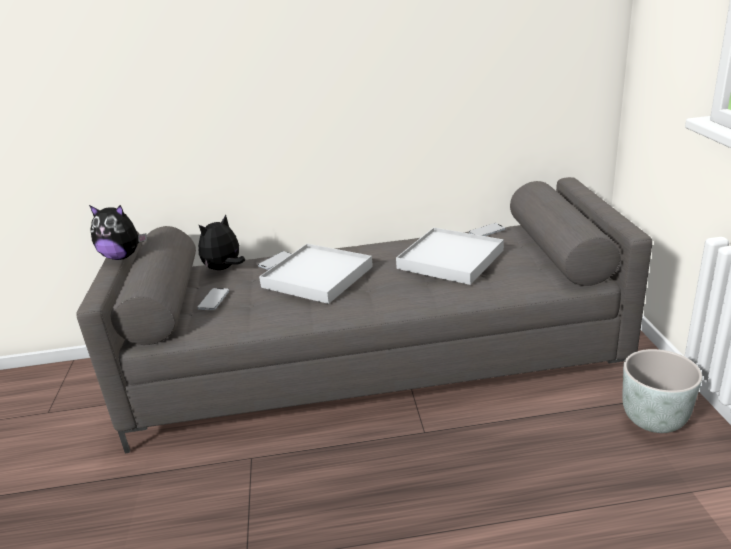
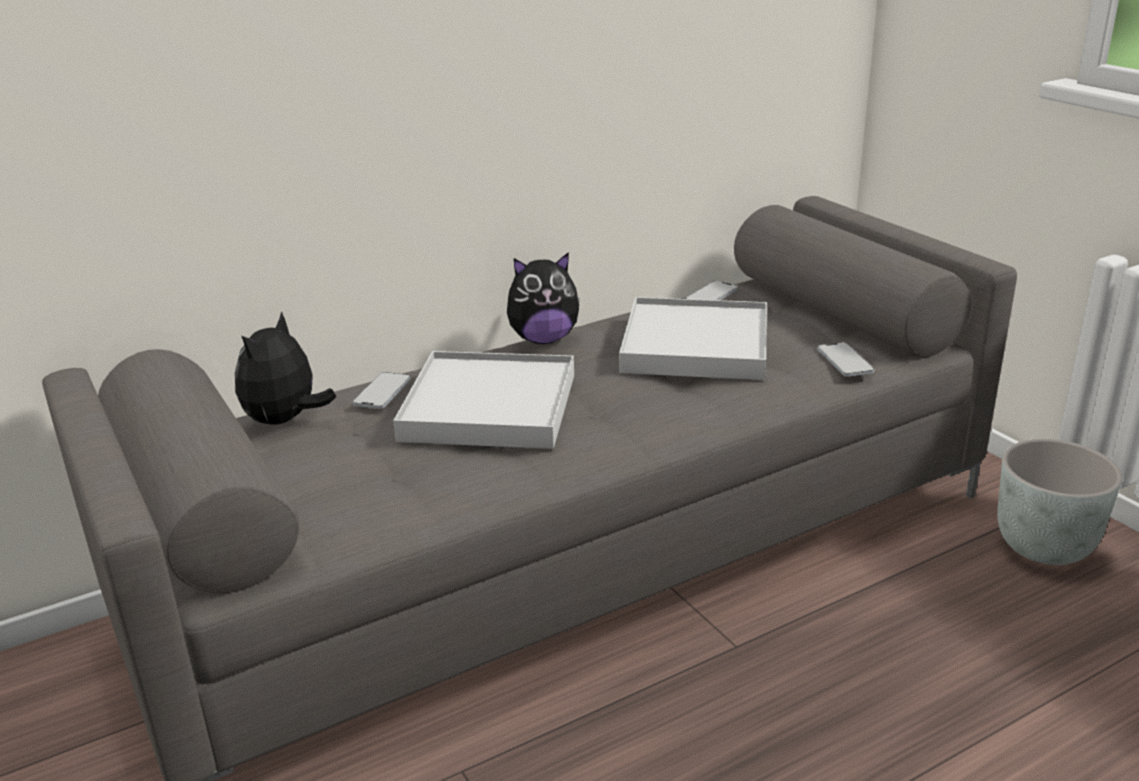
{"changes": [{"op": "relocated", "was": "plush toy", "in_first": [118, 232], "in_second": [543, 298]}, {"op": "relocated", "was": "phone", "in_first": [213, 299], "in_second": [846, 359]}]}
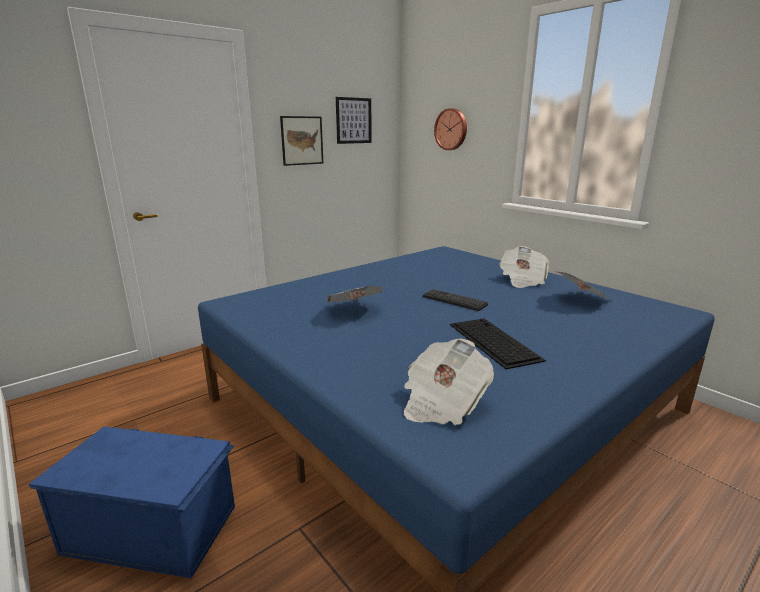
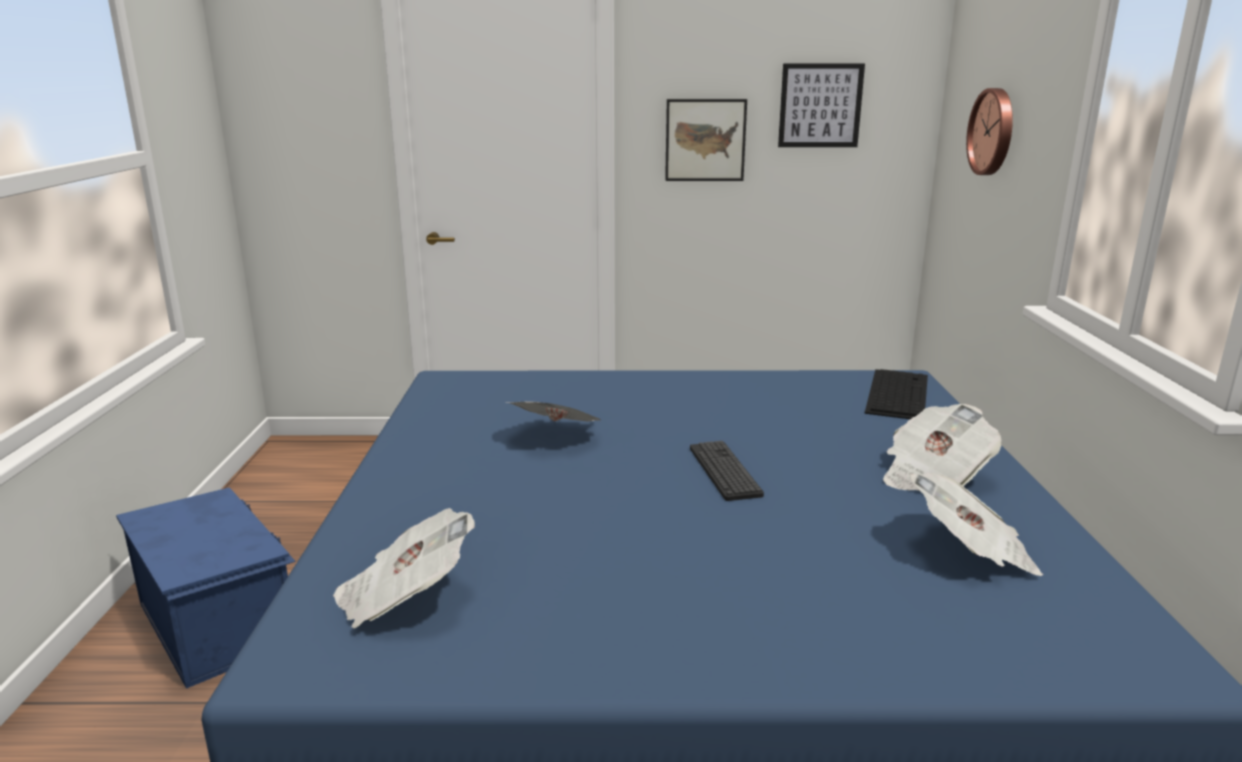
{"changes": [{"op": "relocated", "was": "keyboard", "in_first": [498, 344], "in_second": [896, 394]}]}
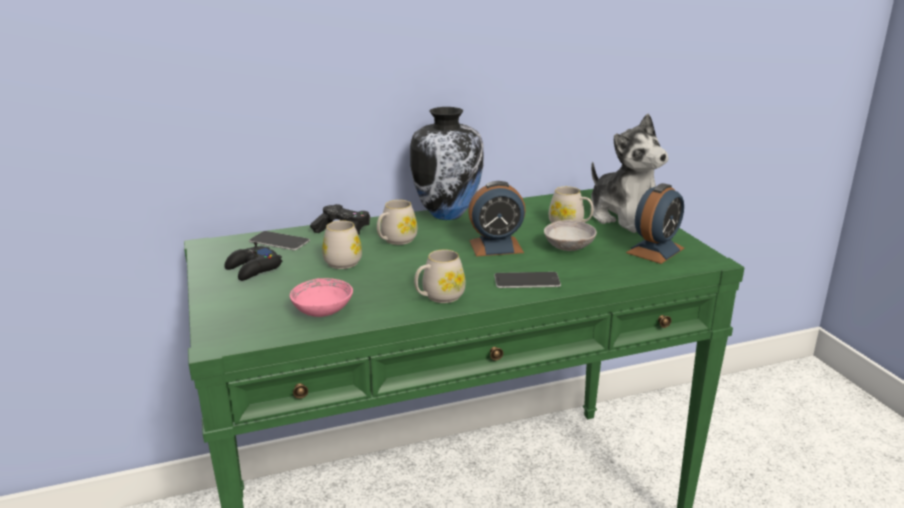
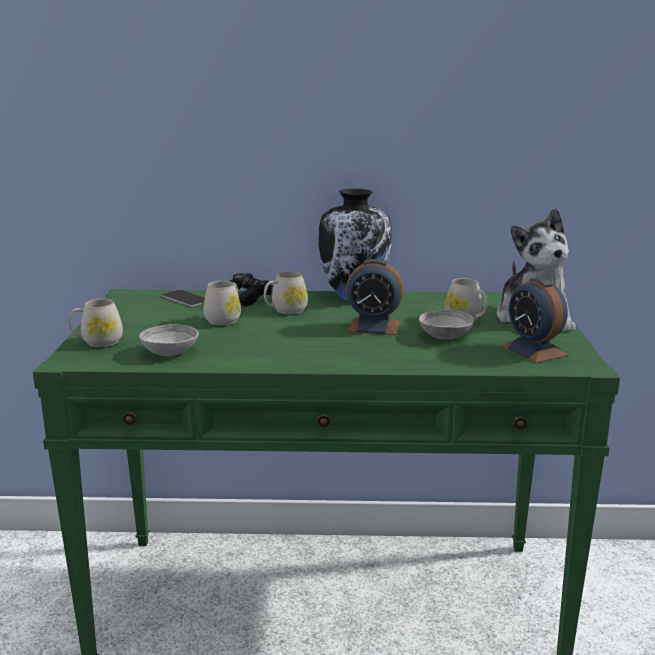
{"changes": [{"op": "spun", "was": "alarm clock", "in_first": [655, 223], "in_second": [534, 320], "clockwise": 90}, {"op": "missing", "was": "black game controller", "in_first": [253, 261]}, {"op": "relocated", "was": "white mug", "in_first": [439, 276], "in_second": [95, 323]}, {"op": "missing", "was": "phone", "in_first": [527, 280]}, {"op": "colour", "was": "pink bowl", "now": "grey bowl", "in_first": [321, 297], "in_second": [169, 340]}]}
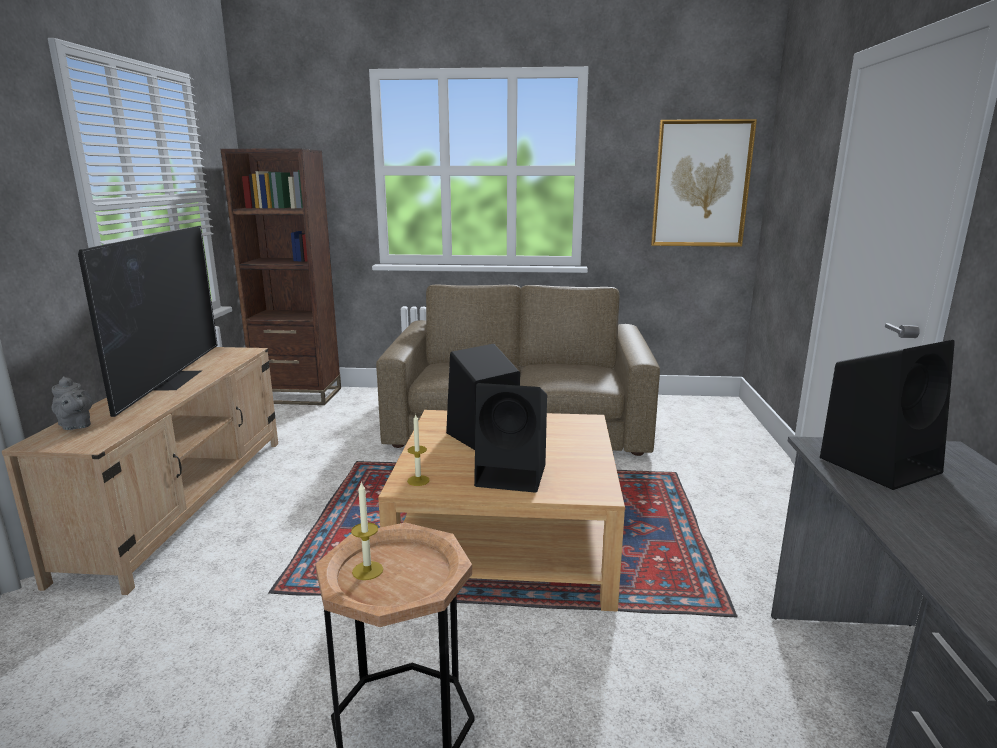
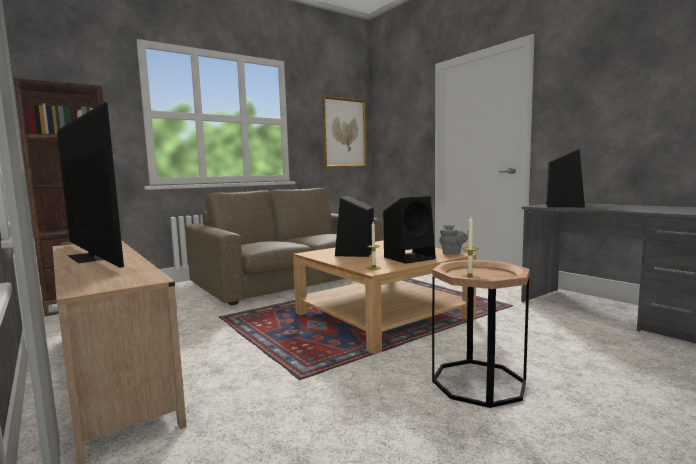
{"changes": [{"op": "relocated", "was": "grey teapot", "in_first": [72, 403], "in_second": [453, 239]}]}
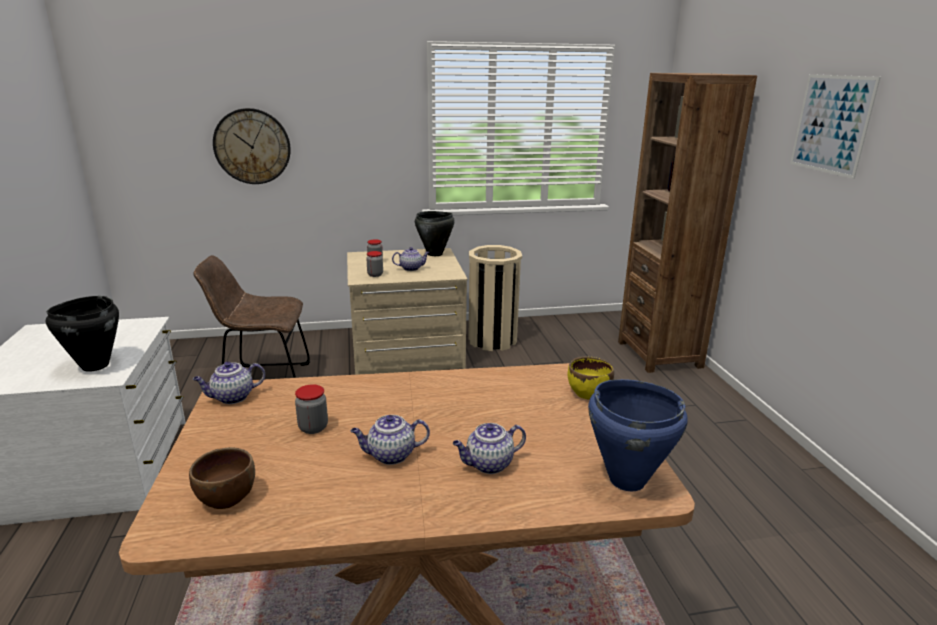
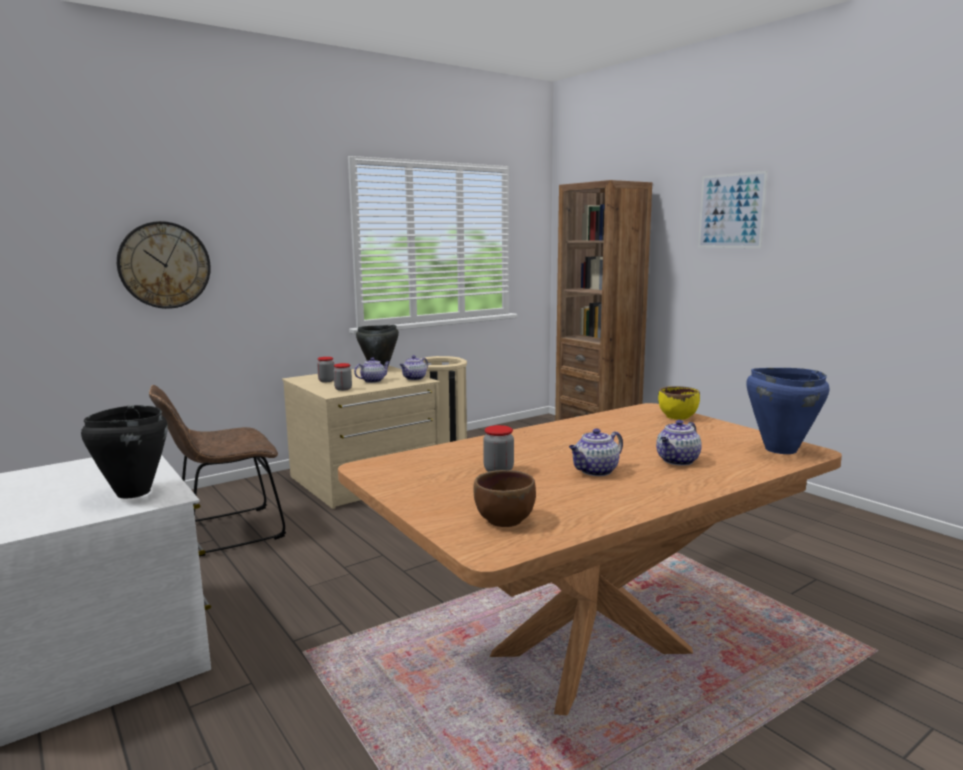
{"changes": [{"op": "relocated", "was": "teapot", "in_first": [229, 383], "in_second": [414, 367]}]}
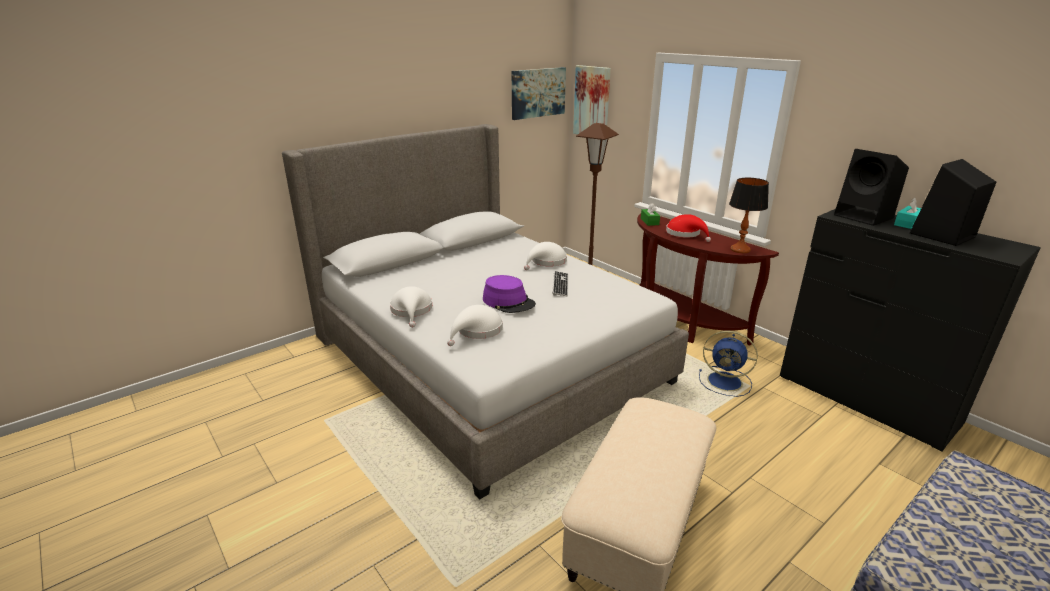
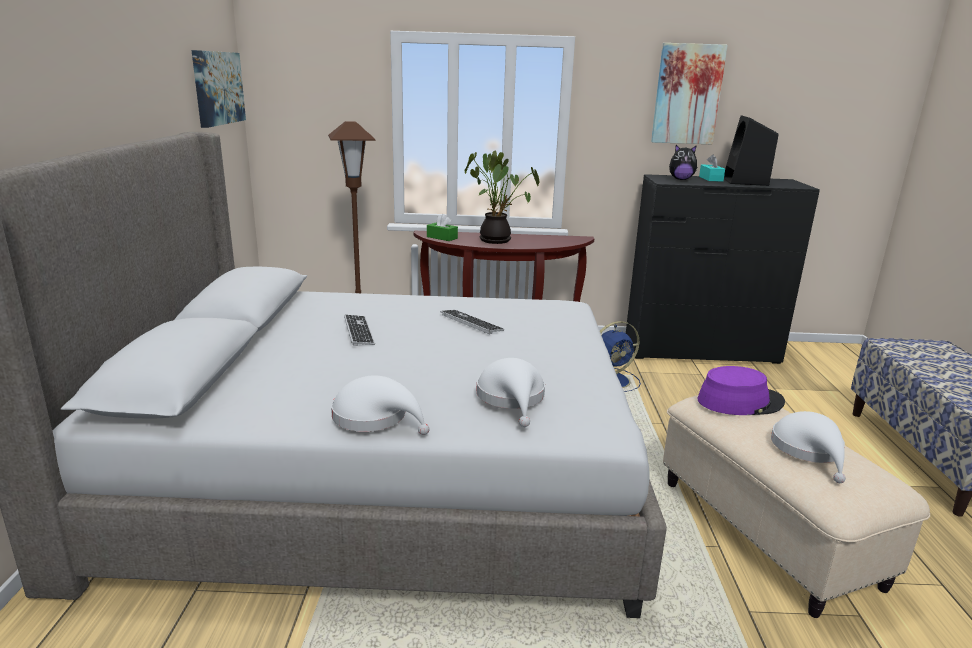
{"changes": [{"op": "relocated", "was": "picture", "in_first": [592, 99], "in_second": [689, 93]}, {"op": "exchanged", "was": "black speaker", "now": "plush toy", "in_first": [871, 187], "in_second": [683, 162]}, {"op": "missing", "was": "table lamp", "in_first": [749, 215]}, {"op": "exchanged", "was": "red hat", "now": "potted plant", "in_first": [688, 228], "in_second": [501, 197]}, {"op": "relocated", "was": "white hat", "in_first": [545, 256], "in_second": [808, 447]}, {"op": "relocated", "was": "purple hat", "in_first": [509, 294], "in_second": [741, 390]}, {"op": "appeared", "now": "keyboard", "in_second": [359, 330]}]}
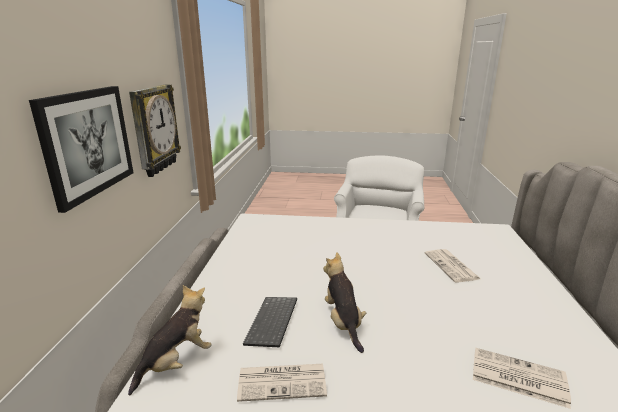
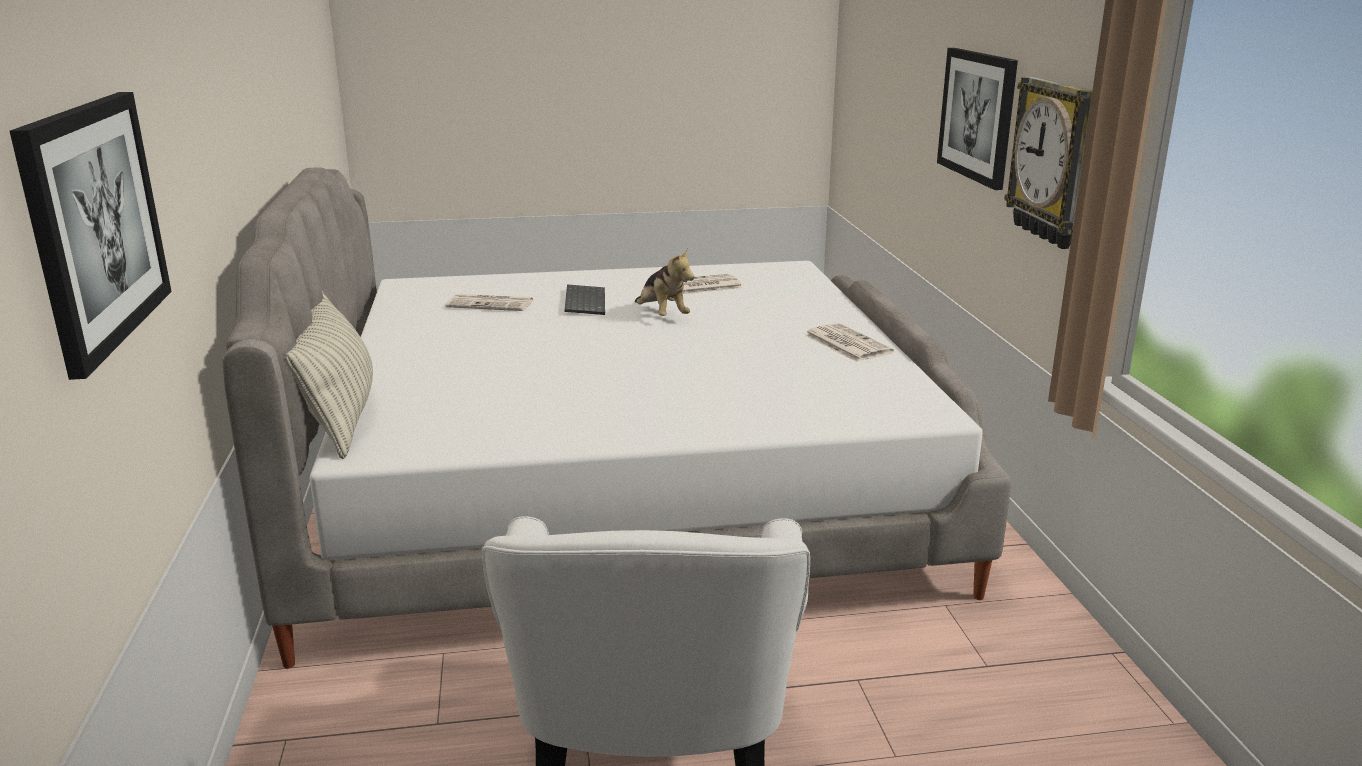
{"changes": [{"op": "relocated", "was": "newspaper", "in_first": [453, 265], "in_second": [849, 342]}, {"op": "missing", "was": "plush toy", "in_first": [169, 340]}, {"op": "relocated", "was": "keyboard", "in_first": [270, 322], "in_second": [584, 299]}, {"op": "appeared", "now": "picture", "in_second": [91, 236]}, {"op": "appeared", "now": "pillow", "in_second": [329, 375]}]}
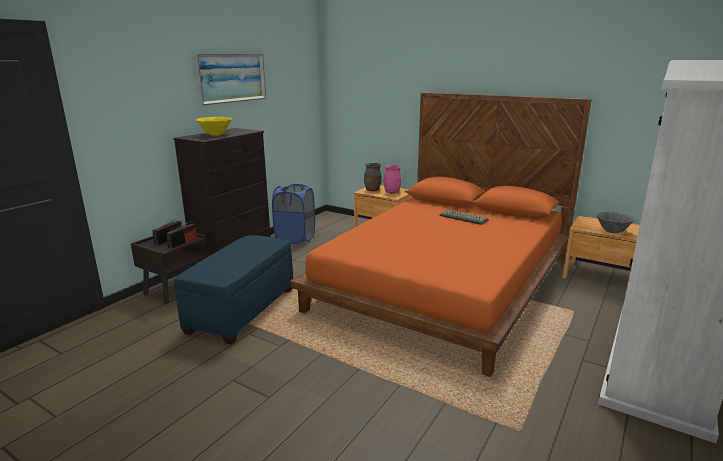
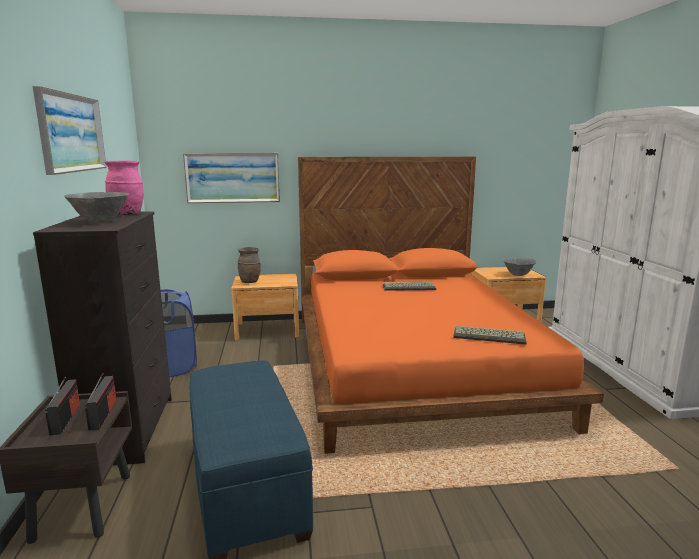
{"changes": [{"op": "colour", "was": "yellow bowl", "now": "grey bowl", "in_first": [214, 126], "in_second": [96, 207]}, {"op": "relocated", "was": "pink vase", "in_first": [393, 179], "in_second": [124, 187]}, {"op": "appeared", "now": "picture", "in_second": [231, 178]}, {"op": "appeared", "now": "keyboard", "in_second": [490, 335]}]}
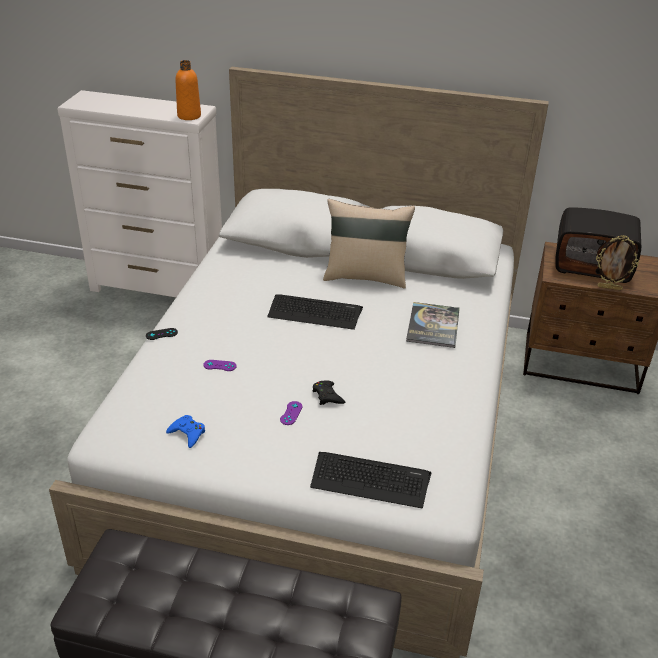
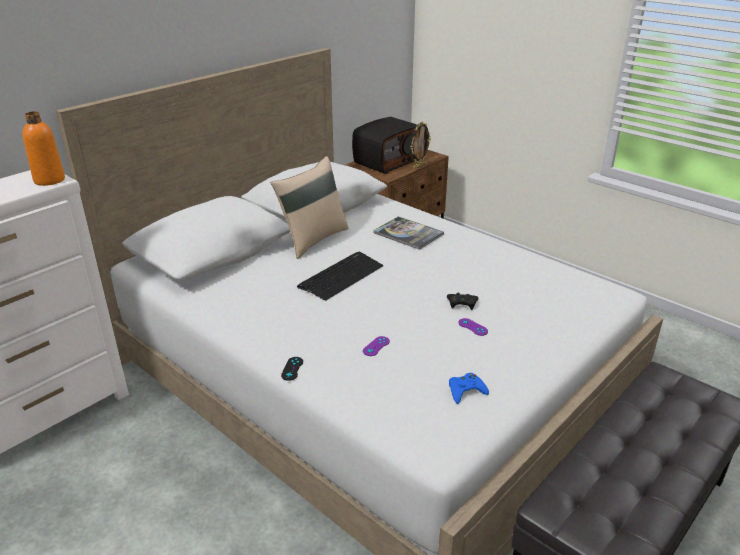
{"changes": [{"op": "missing", "was": "keyboard", "in_first": [370, 480]}]}
